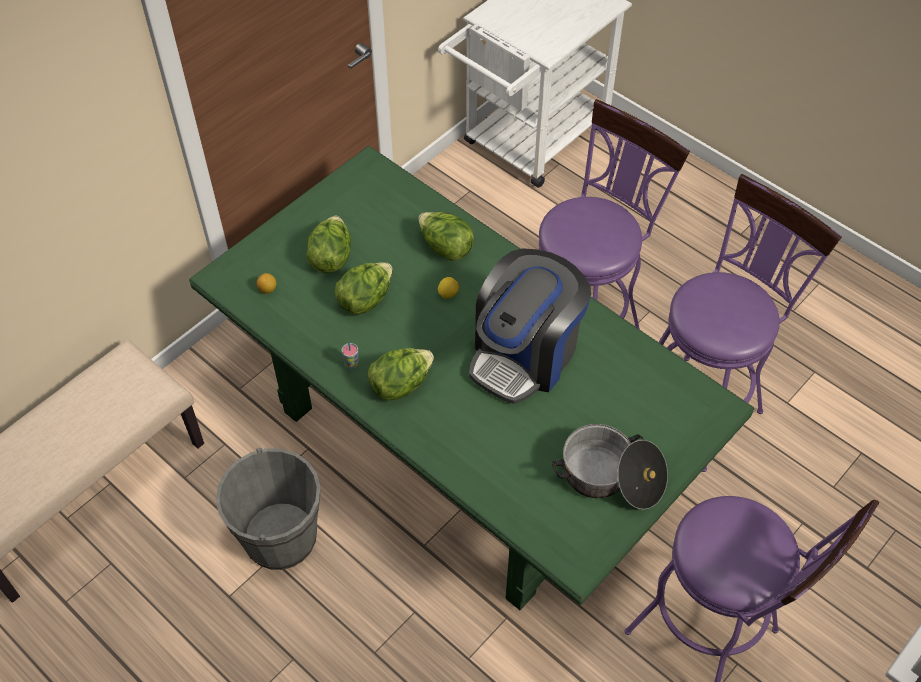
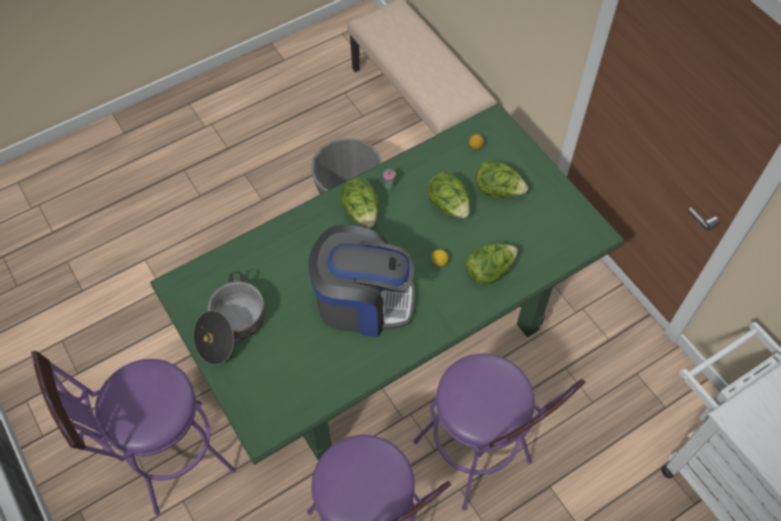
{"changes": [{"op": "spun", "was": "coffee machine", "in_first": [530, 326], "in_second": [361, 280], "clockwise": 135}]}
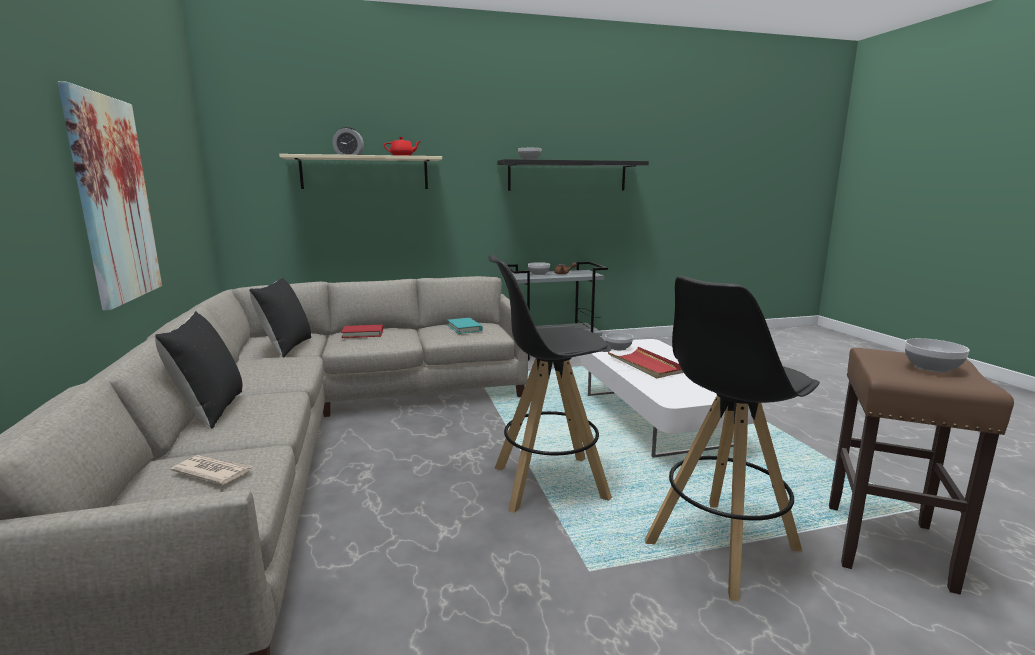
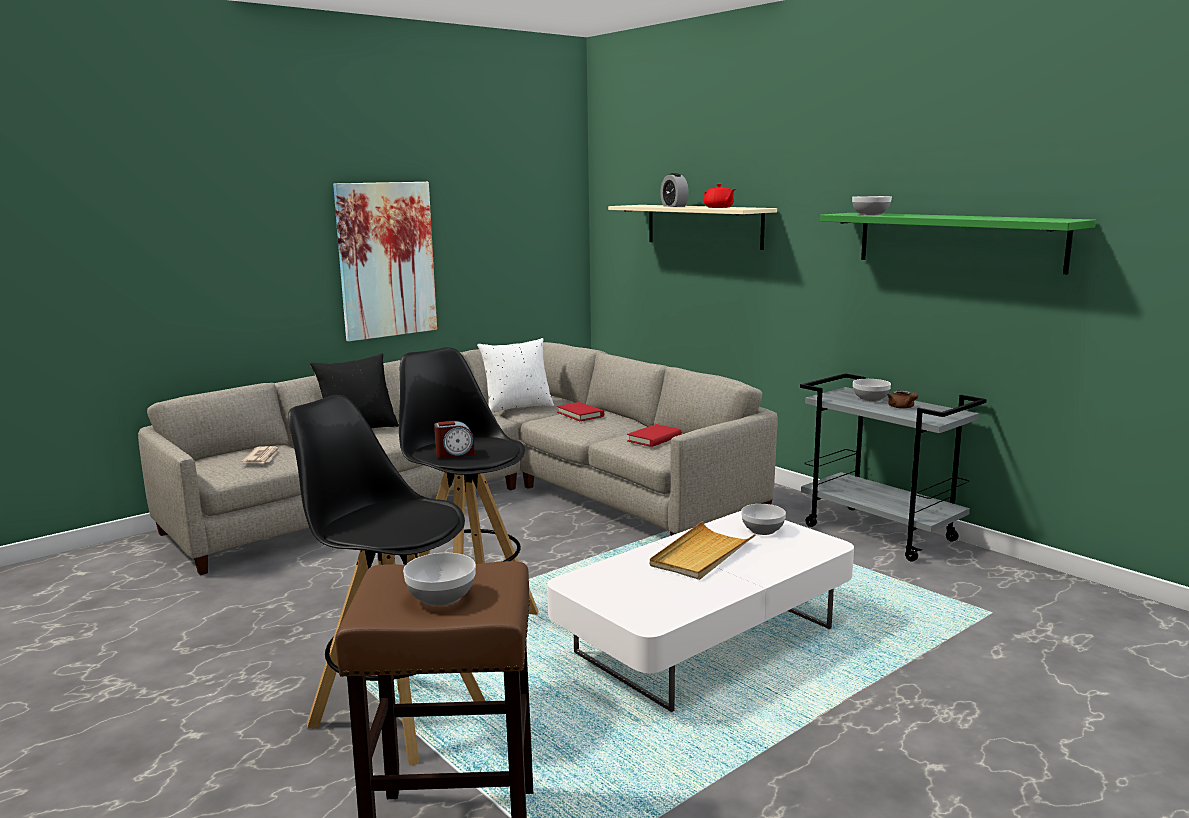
{"changes": [{"op": "colour", "was": "black shelf", "now": "green shelf", "in_first": [573, 175], "in_second": [958, 243]}, {"op": "colour", "was": "black pillow", "now": "white pillow", "in_first": [280, 317], "in_second": [515, 375]}, {"op": "colour", "was": "turquoise book", "now": "red book", "in_first": [465, 326], "in_second": [654, 435]}, {"op": "colour", "was": "red tray", "now": "beige tray", "in_first": [646, 363], "in_second": [703, 550]}, {"op": "appeared", "now": "alarm clock", "in_second": [454, 439]}]}
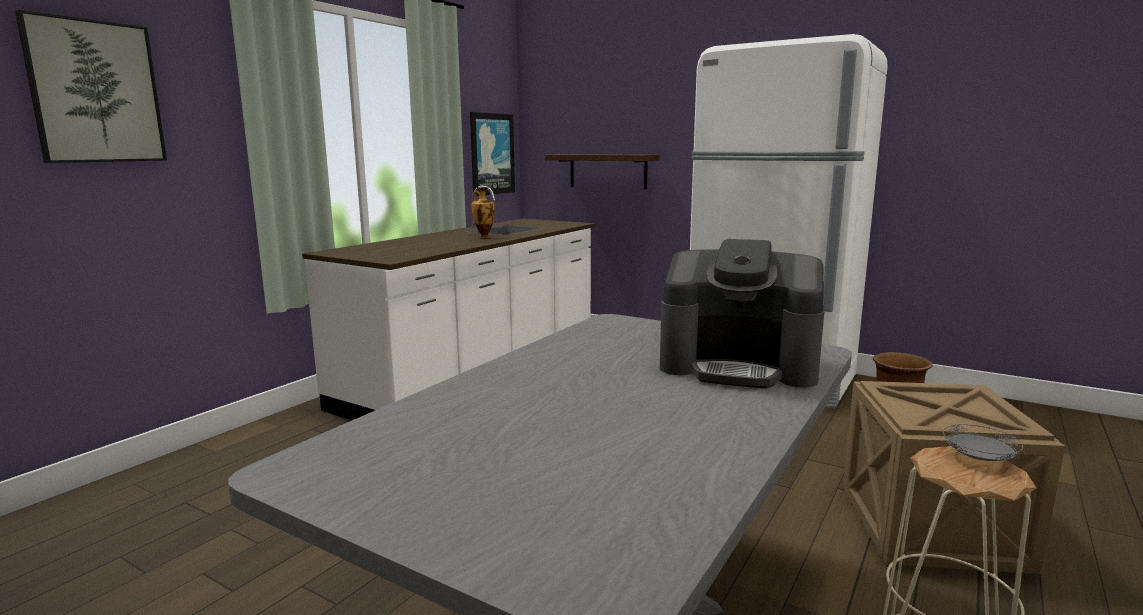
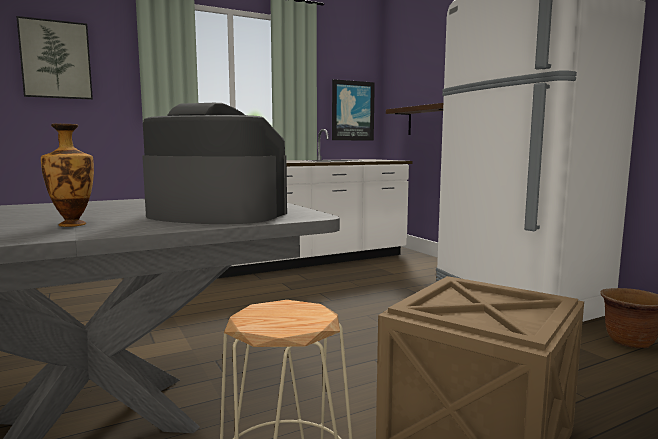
{"changes": [{"op": "relocated", "was": "vase", "in_first": [483, 212], "in_second": [67, 175]}, {"op": "spun", "was": "coffee machine", "in_first": [742, 314], "in_second": [214, 163], "clockwise": 150}, {"op": "missing", "was": "grey plate", "in_first": [983, 442]}]}
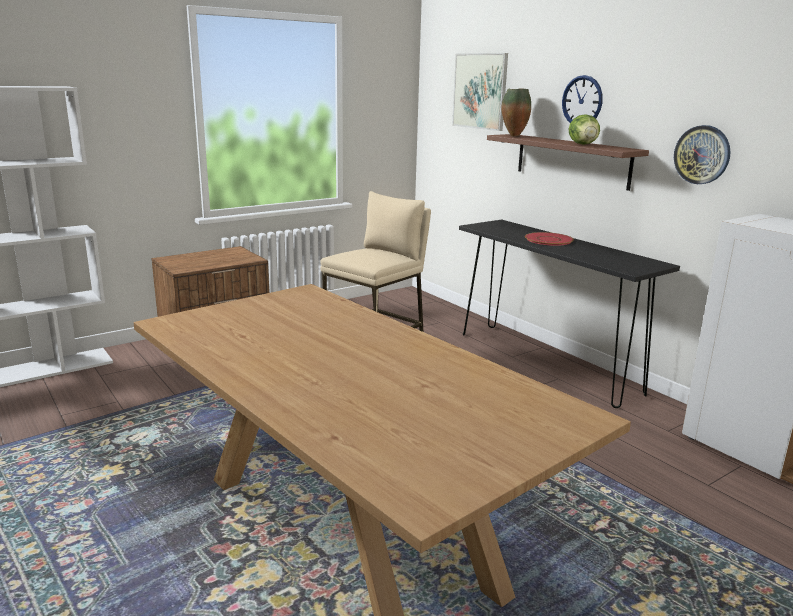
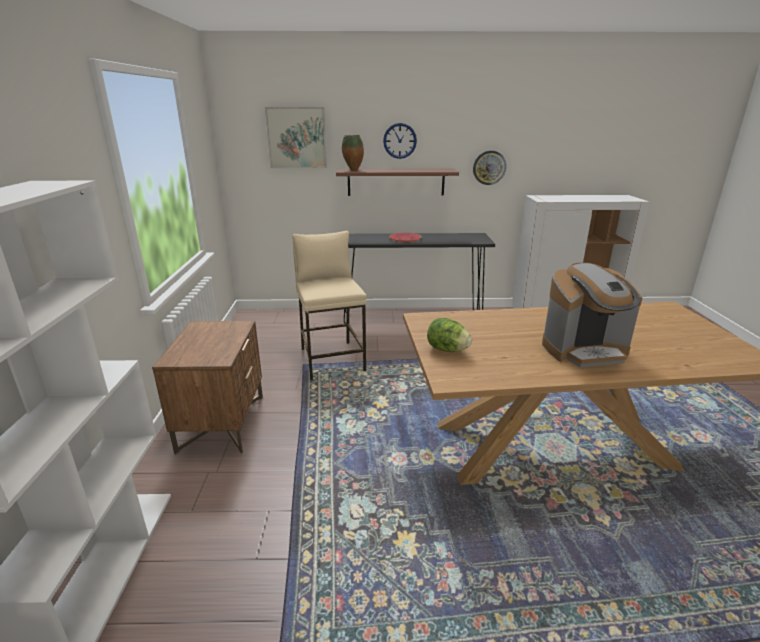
{"changes": [{"op": "relocated", "was": "lettuce", "in_first": [584, 129], "in_second": [449, 335]}, {"op": "appeared", "now": "coffee machine", "in_second": [592, 315]}]}
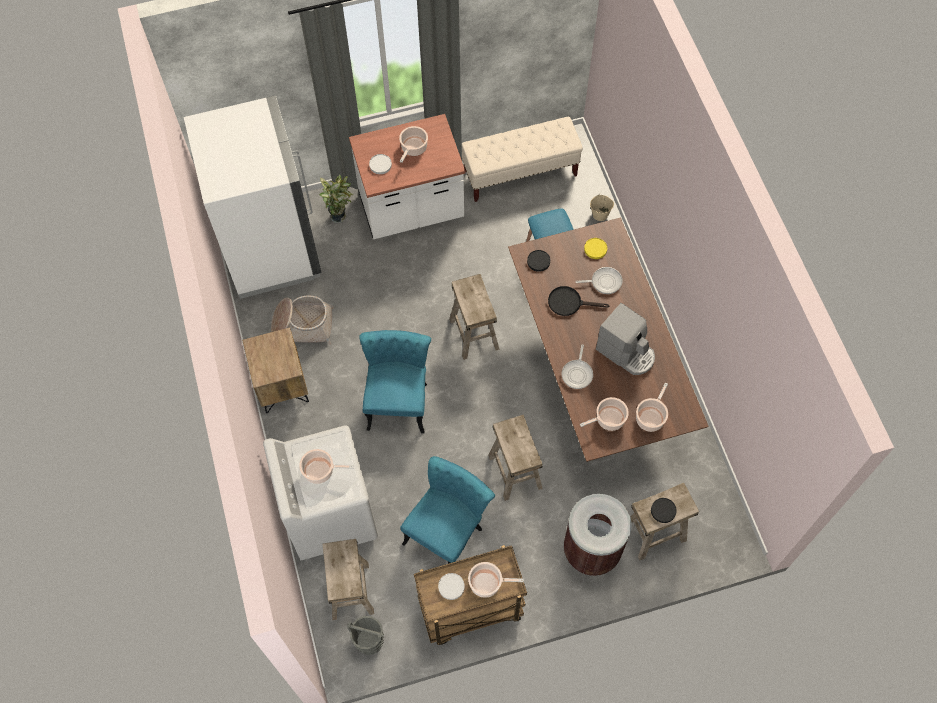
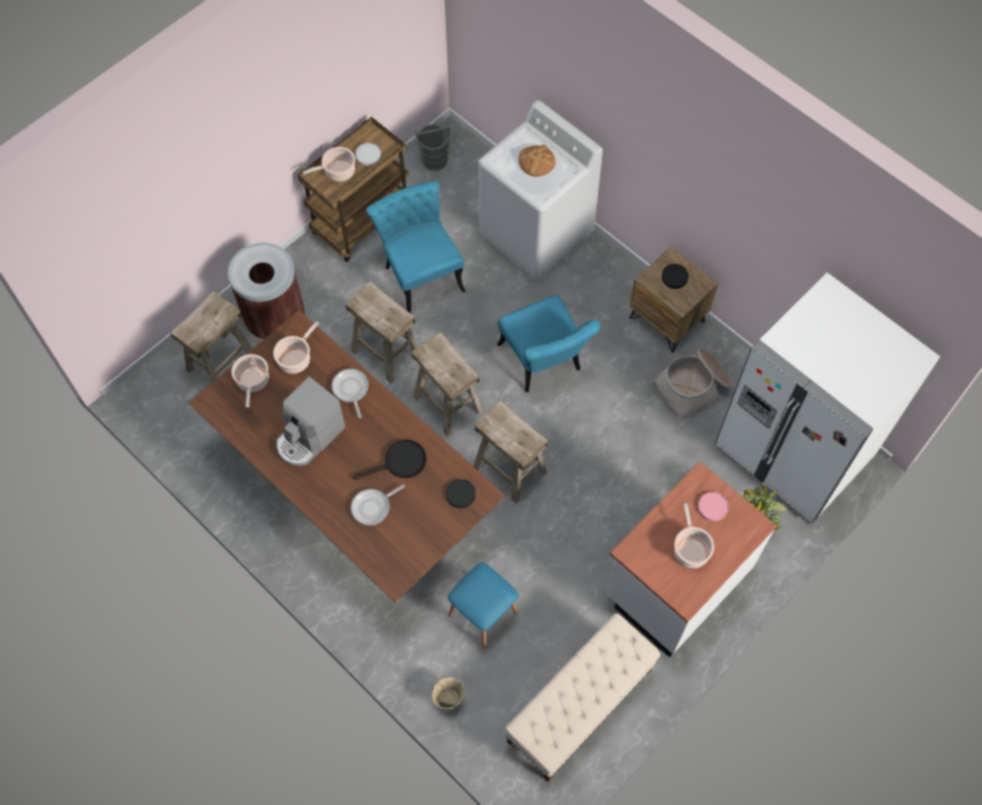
{"changes": [{"op": "colour", "was": "white plate", "now": "pink plate", "in_first": [380, 164], "in_second": [713, 506]}, {"op": "missing", "was": "yellow plate", "in_first": [595, 248]}, {"op": "spun", "was": "coffee machine", "in_first": [625, 339], "in_second": [311, 421], "clockwise": -60}, {"op": "exchanged", "was": "cooking pot", "now": "bread", "in_first": [326, 466], "in_second": [537, 161]}, {"op": "spun", "was": "turquoise chair", "in_first": [447, 510], "in_second": [415, 247], "clockwise": 150}, {"op": "relocated", "was": "black plate", "in_first": [664, 510], "in_second": [675, 276]}, {"op": "relocated", "was": "beige stool", "in_first": [348, 580], "in_second": [447, 384]}]}
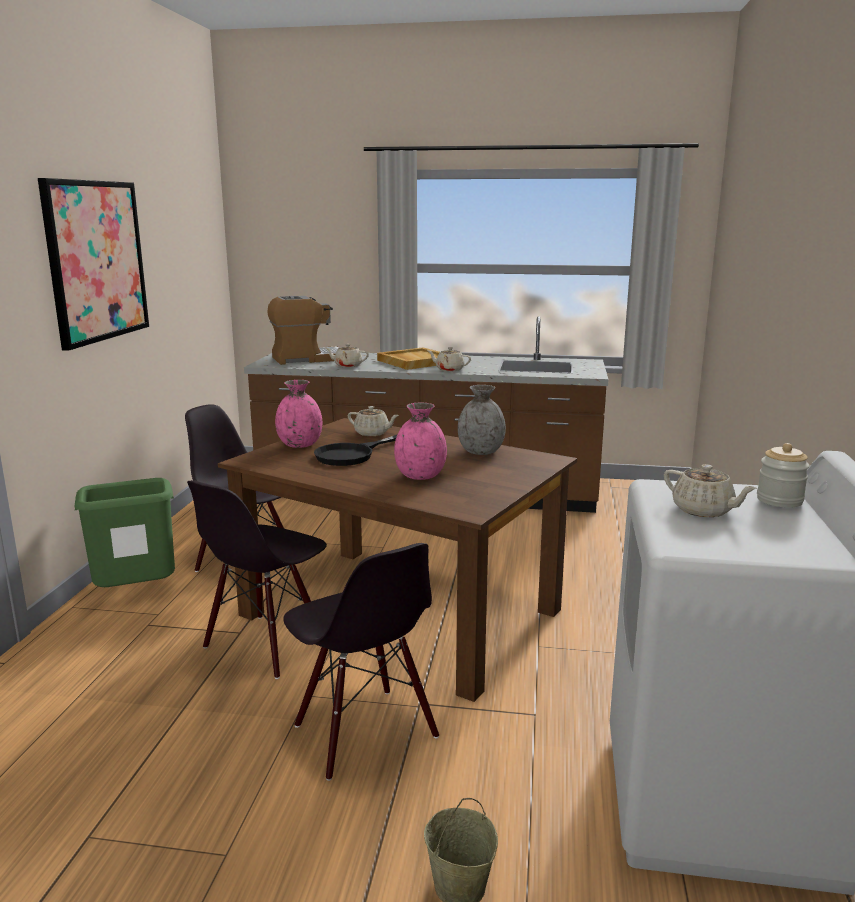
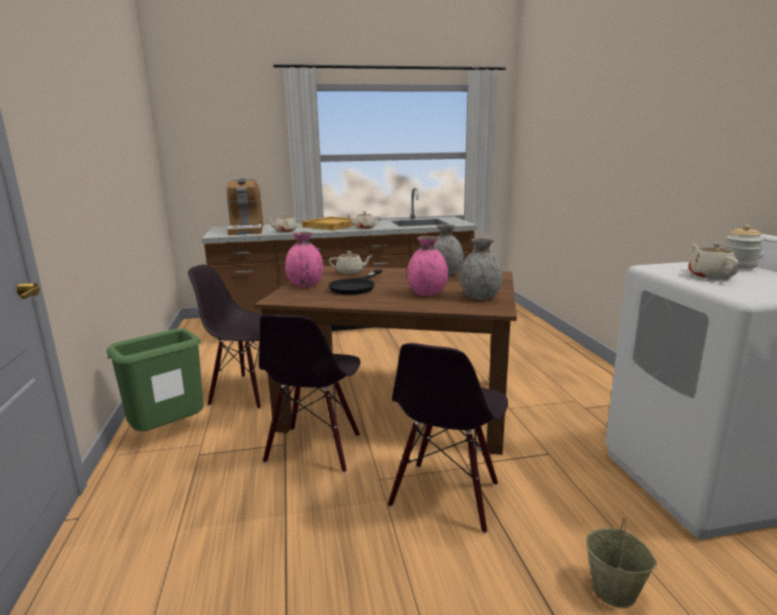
{"changes": [{"op": "missing", "was": "picture", "in_first": [93, 264]}, {"op": "spun", "was": "coffee machine", "in_first": [303, 330], "in_second": [245, 207], "clockwise": 120}, {"op": "spun", "was": "beige teapot", "in_first": [710, 490], "in_second": [713, 261], "clockwise": -120}, {"op": "spun", "was": "black chair", "in_first": [361, 662], "in_second": [448, 438], "clockwise": 75}, {"op": "appeared", "now": "grey vase", "in_second": [481, 269]}]}
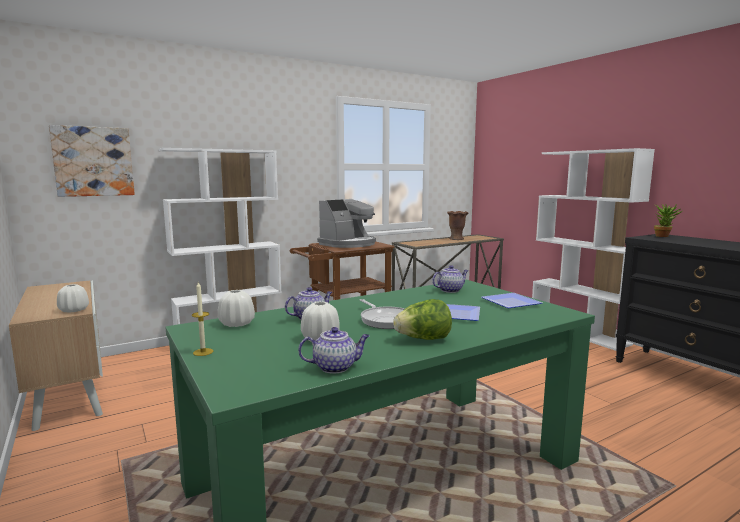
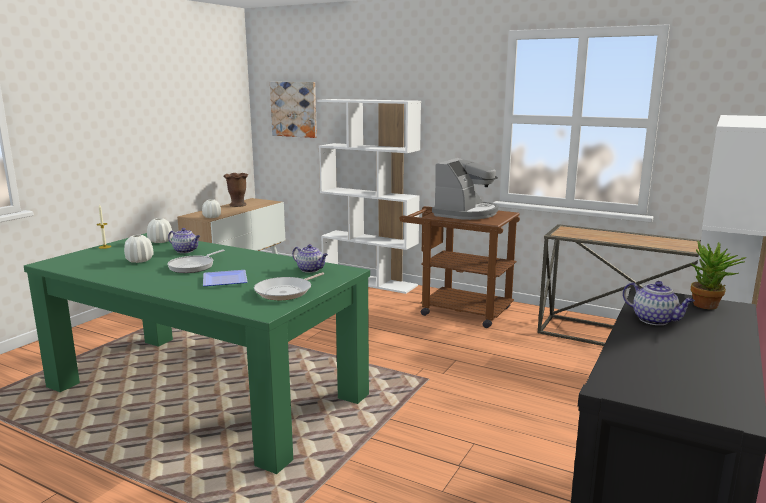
{"changes": [{"op": "spun", "was": "coffee machine", "in_first": [346, 223], "in_second": [465, 189], "clockwise": -75}, {"op": "relocated", "was": "brown vase", "in_first": [458, 225], "in_second": [235, 190]}, {"op": "exchanged", "was": "plate", "now": "frying pan", "in_first": [511, 300], "in_second": [289, 286]}, {"op": "missing", "was": "lettuce", "in_first": [422, 319]}, {"op": "relocated", "was": "teapot", "in_first": [333, 350], "in_second": [659, 303]}]}
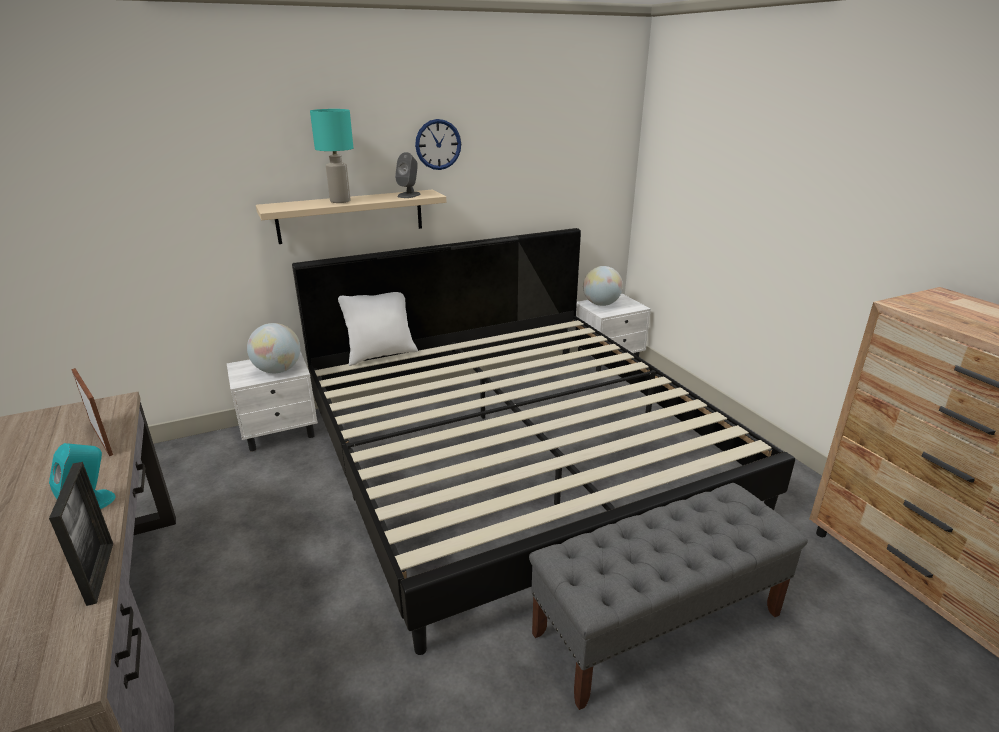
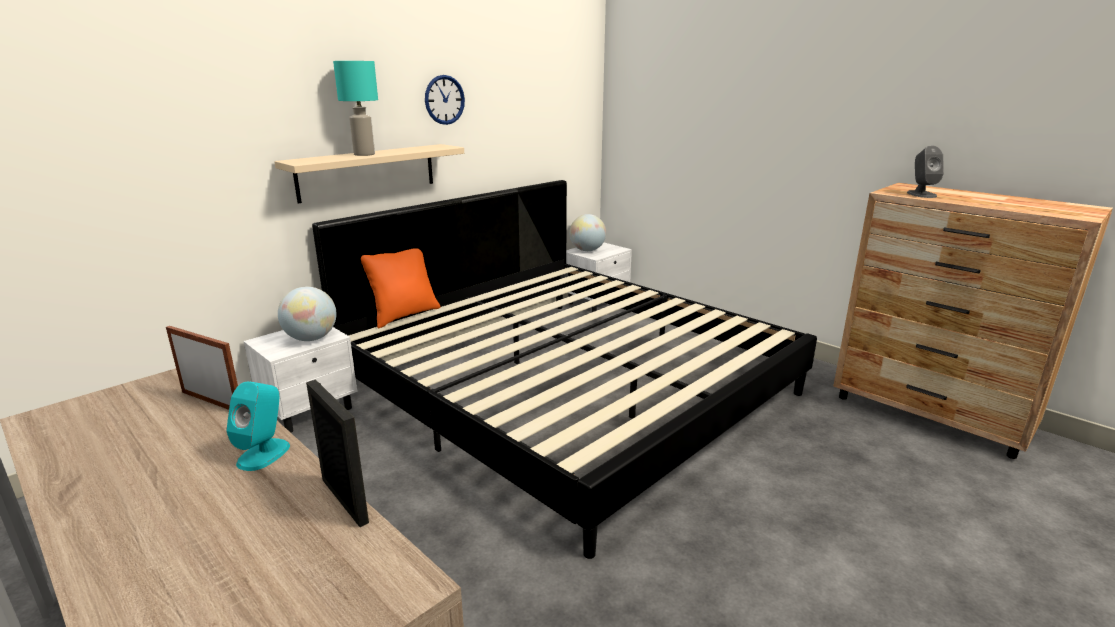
{"changes": [{"op": "relocated", "was": "grey speaker", "in_first": [407, 175], "in_second": [925, 172]}, {"op": "colour", "was": "white pillow", "now": "orange pillow", "in_first": [378, 329], "in_second": [401, 288]}, {"op": "missing", "was": "grey bench", "in_first": [668, 596]}]}
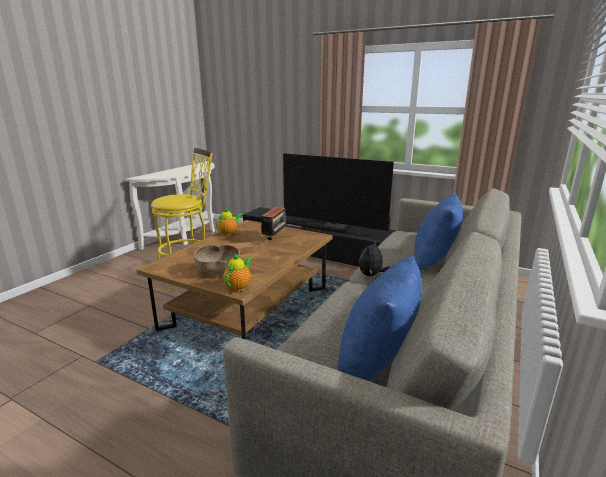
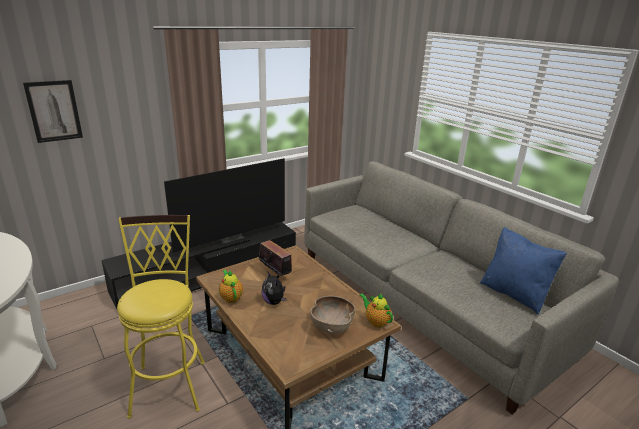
{"changes": [{"op": "missing", "was": "blue pillow", "in_first": [438, 232]}, {"op": "relocated", "was": "plush toy", "in_first": [374, 258], "in_second": [273, 288]}, {"op": "appeared", "now": "picture", "in_second": [53, 111]}]}
